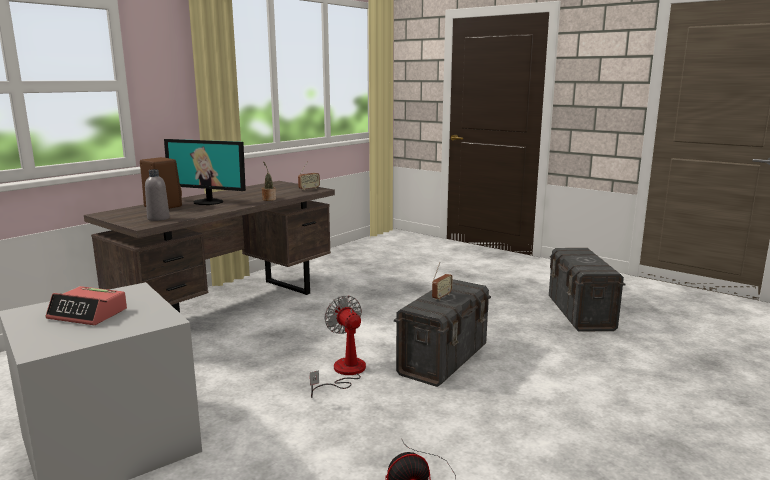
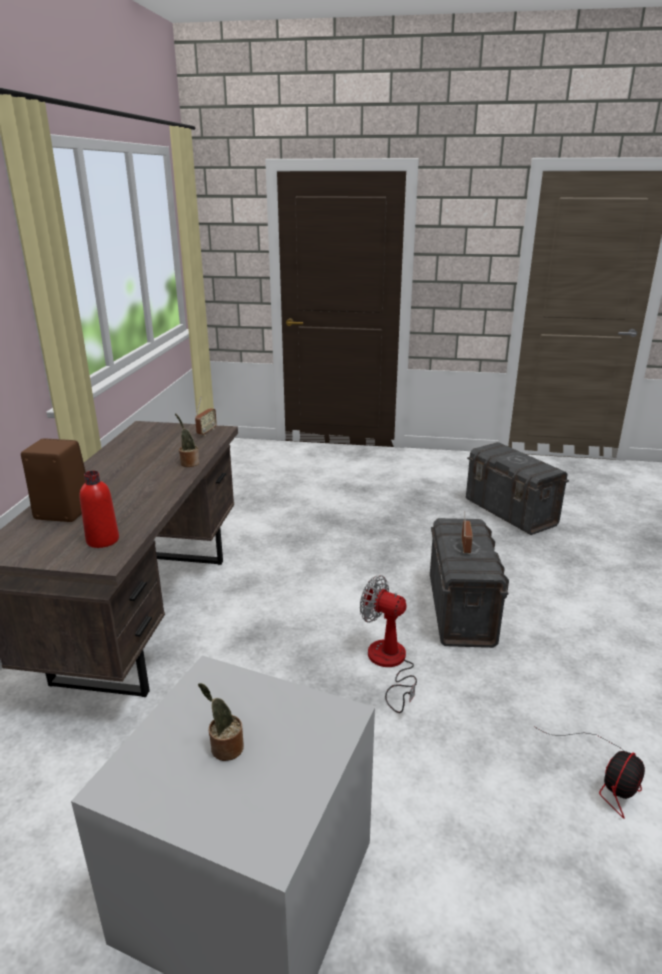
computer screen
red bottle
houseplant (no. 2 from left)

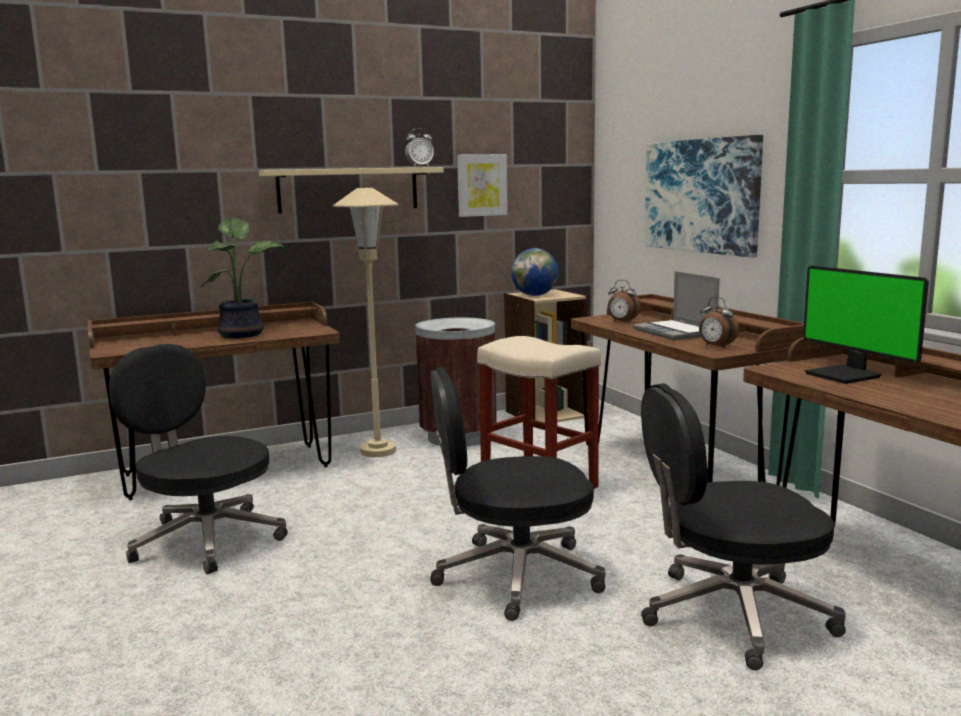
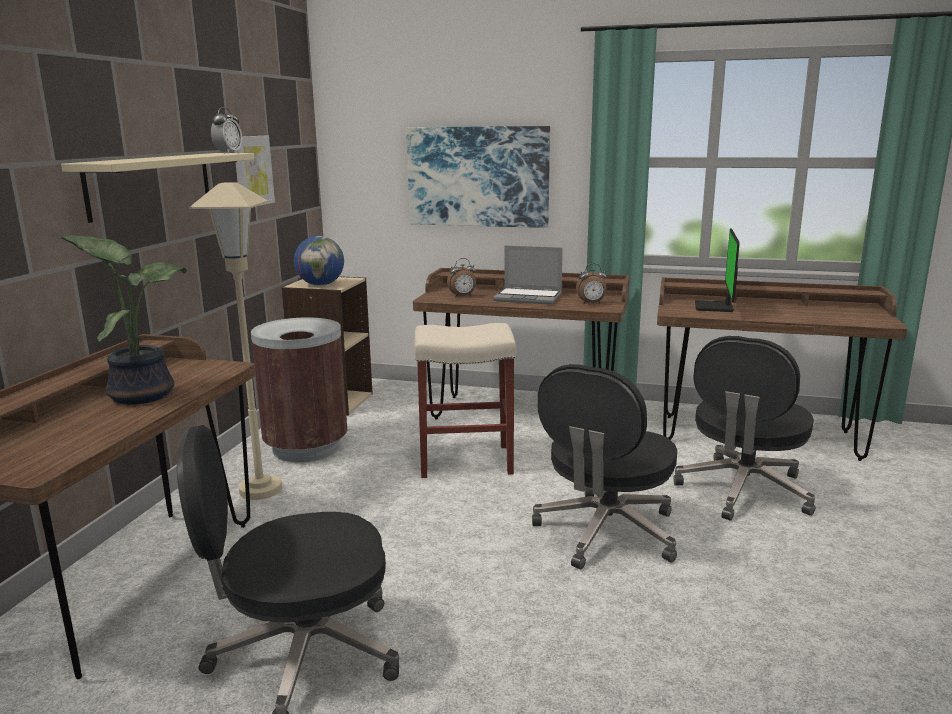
computer screen

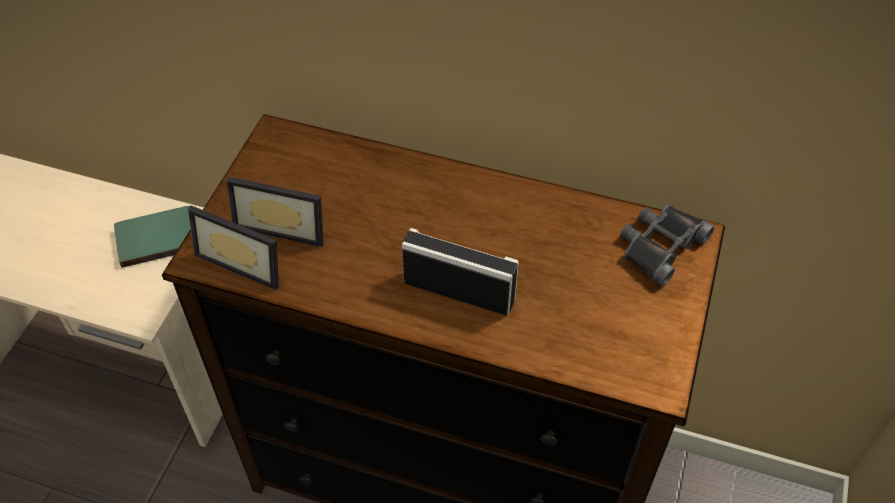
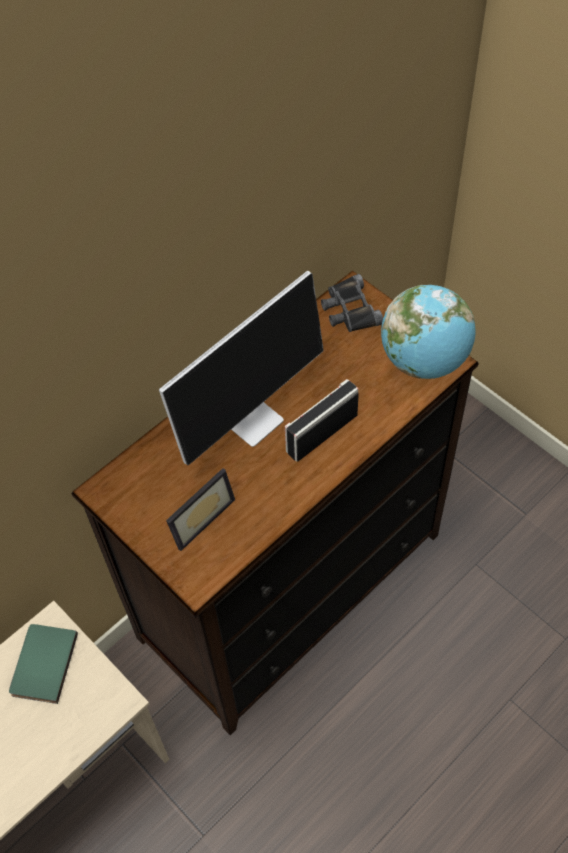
photo frame (no. 1 from left in the first image)
computer screen
globe

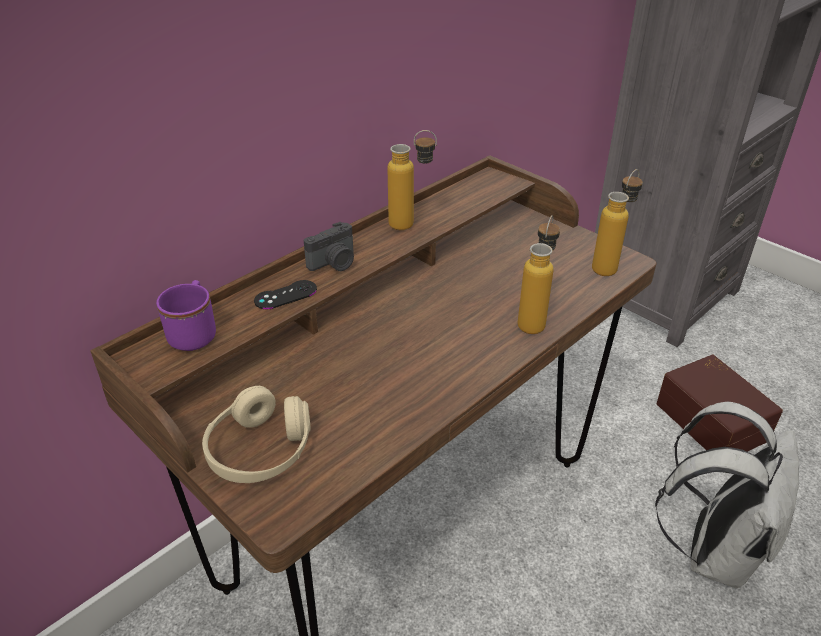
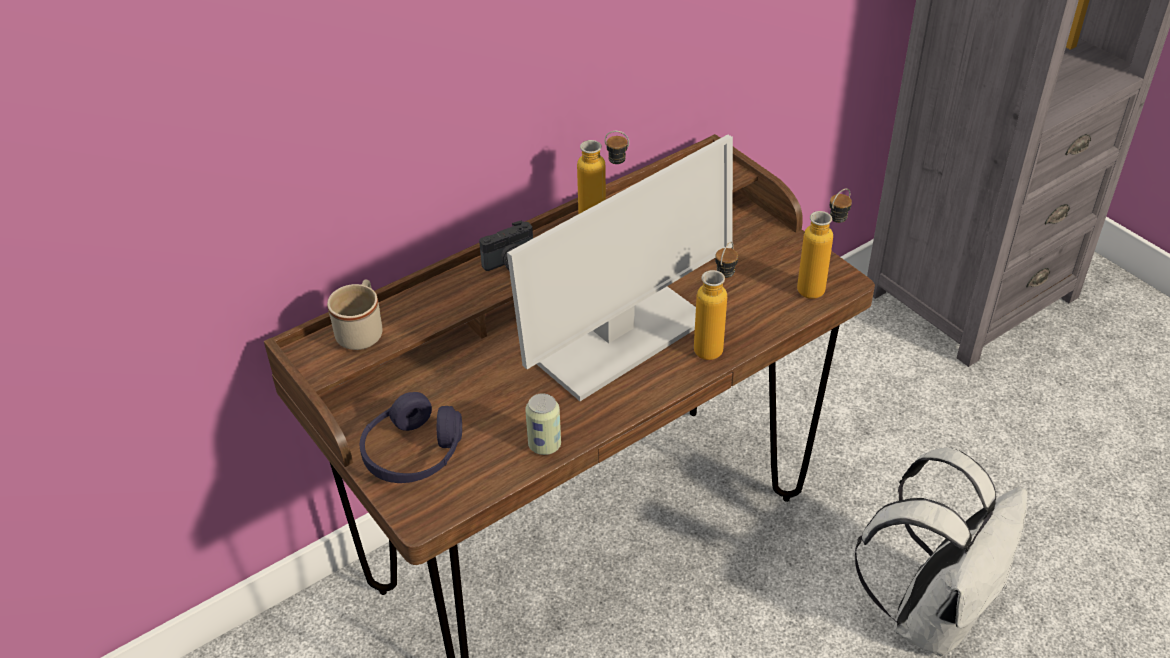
sand-coloured mug
blackish gamepad
brown storage container
purple pair of headphones
computer screen
metal can

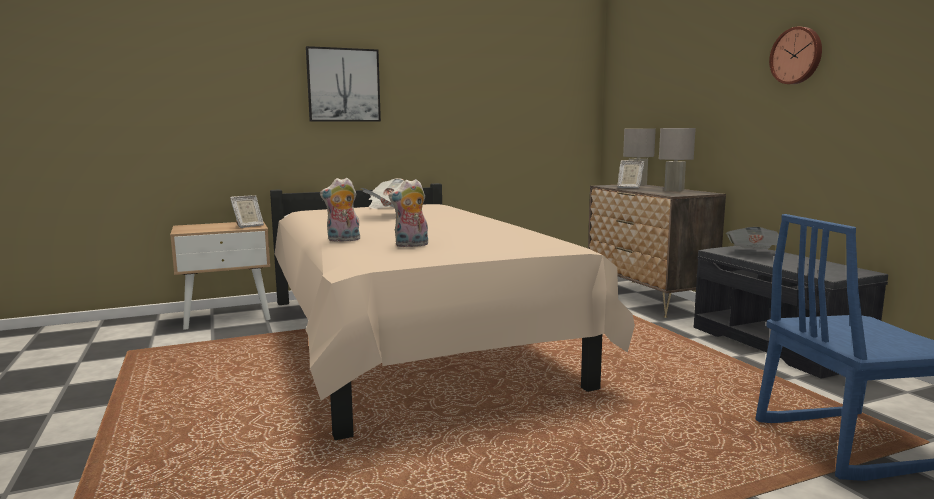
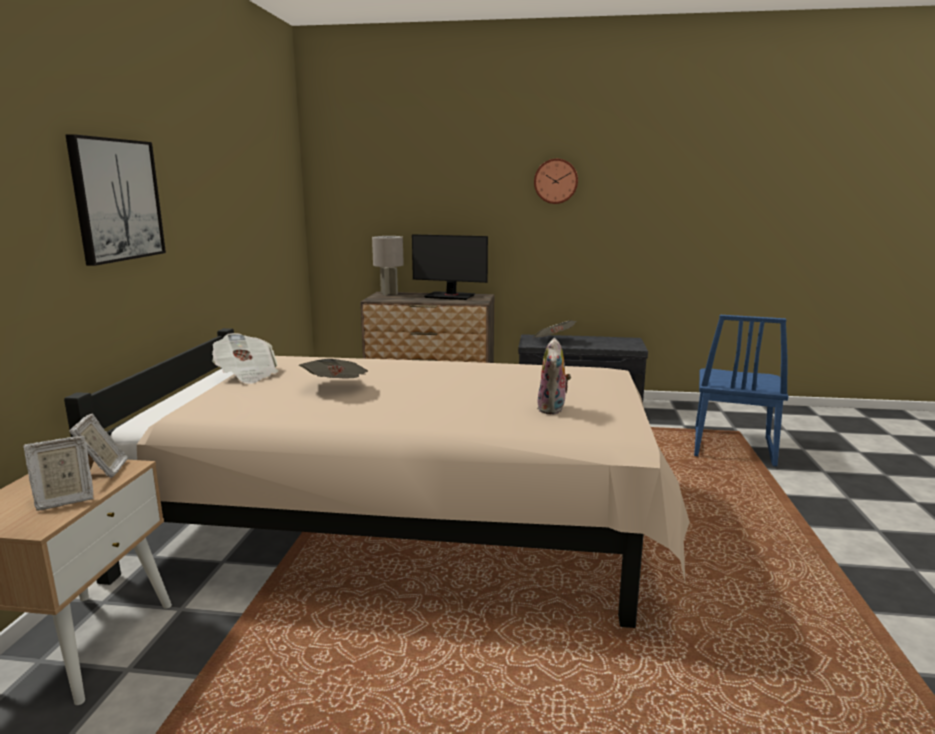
computer screen
photo frame (no. 1 from left)
plush toy (no. 1 from left in the first image)

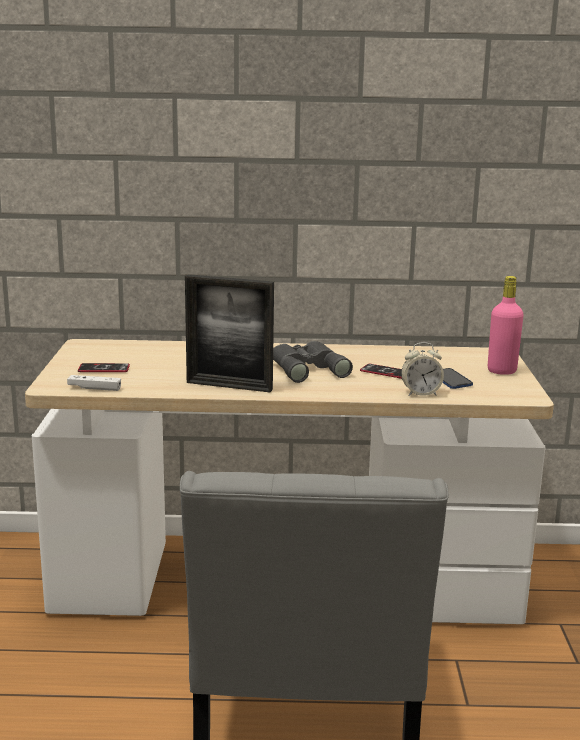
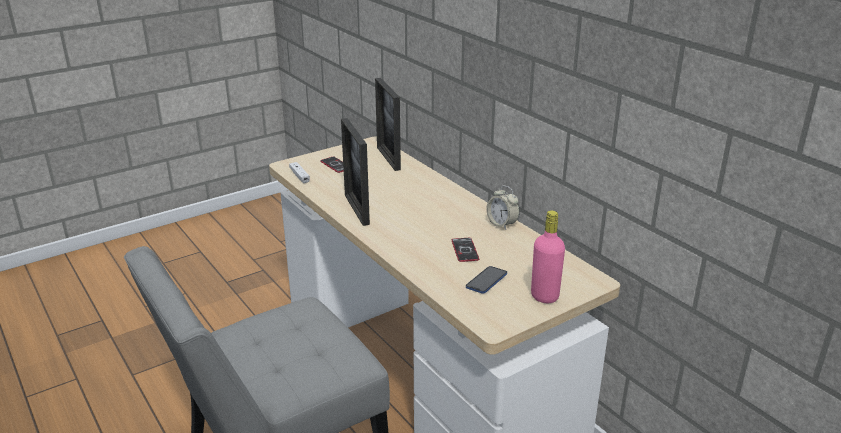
grey binoculars
alarm clock
photo frame (no. 2 from left)

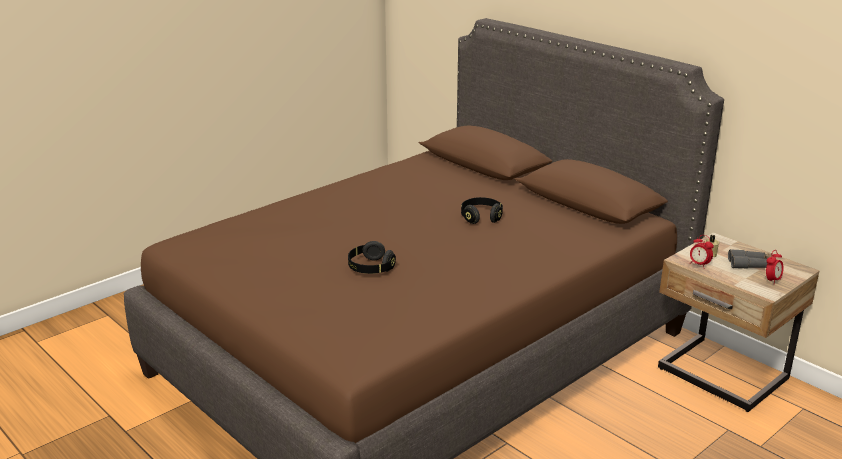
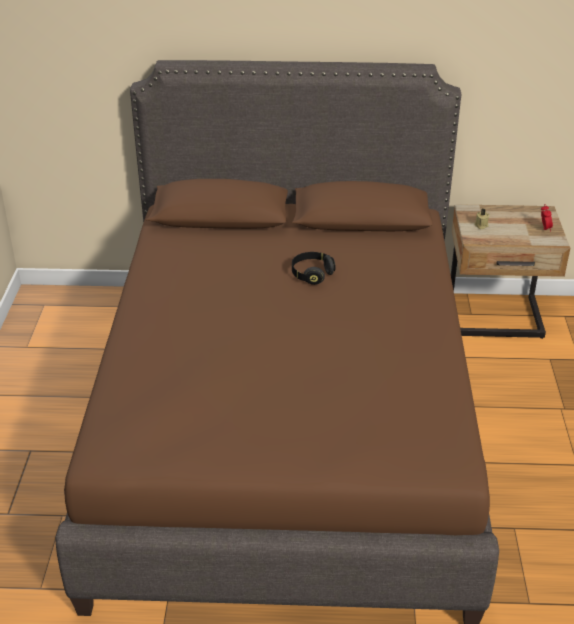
alarm clock (no. 1 from left in the first image)
blackish pair of headphones (no. 1 from left in the first image)
grey binoculars

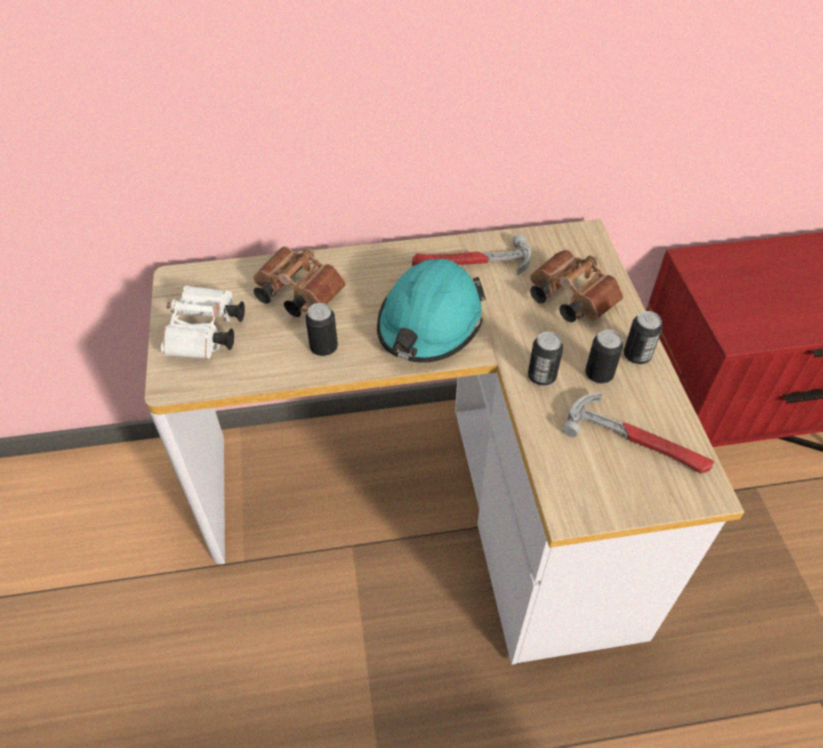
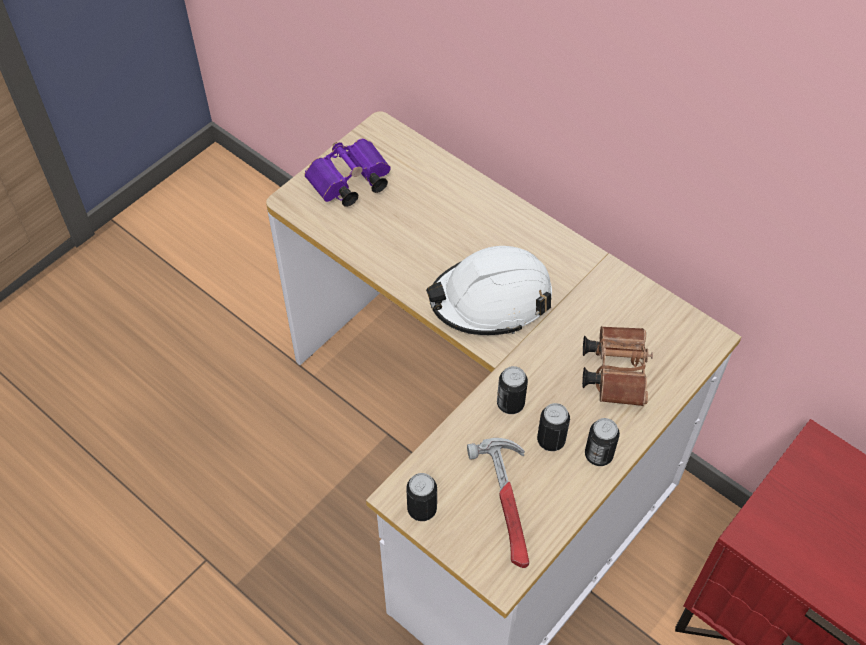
hammer (no. 1 from left in the first image)
brown binoculars (no. 1 from left in the first image)
whitish hard hat
purple binoculars
metal can (no. 1 from left)

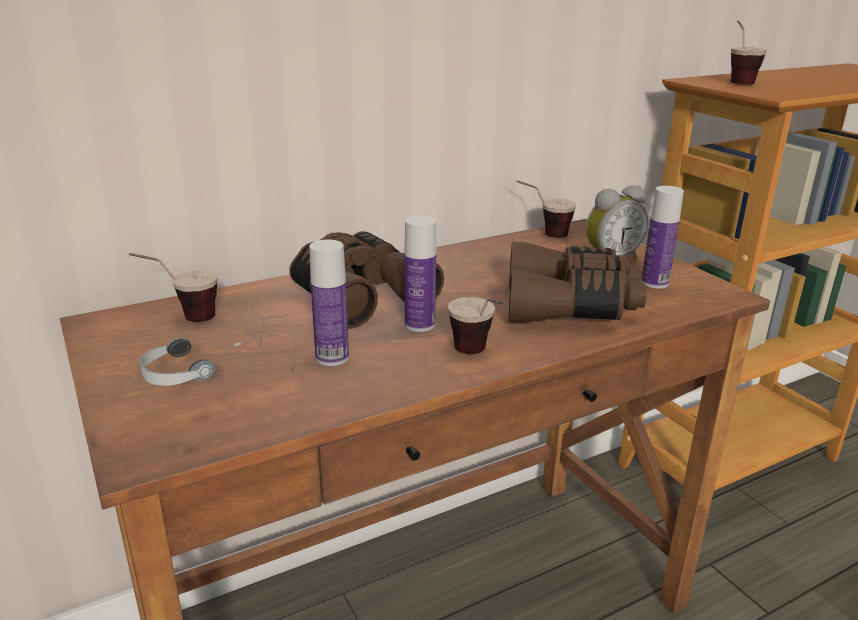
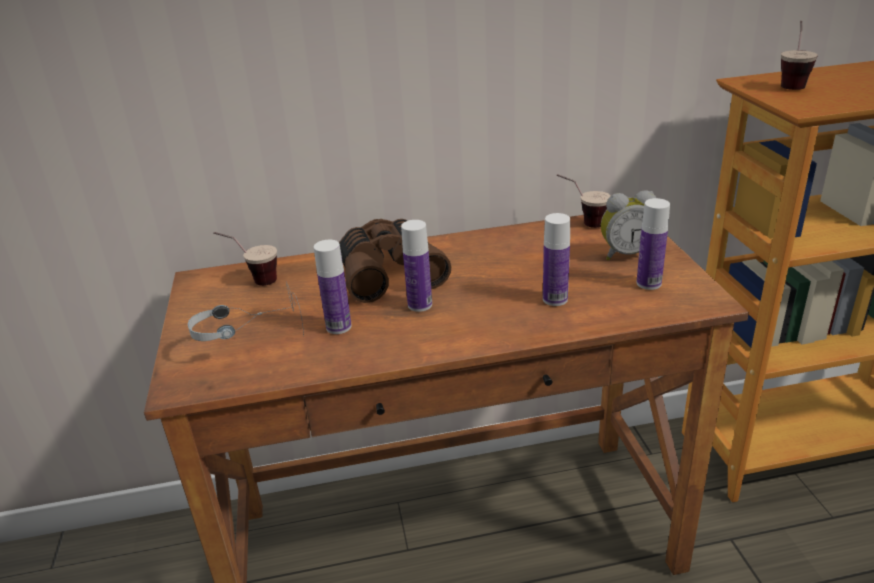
bottle (no. 3 from left)
small cup (no. 2 from left in the first image)

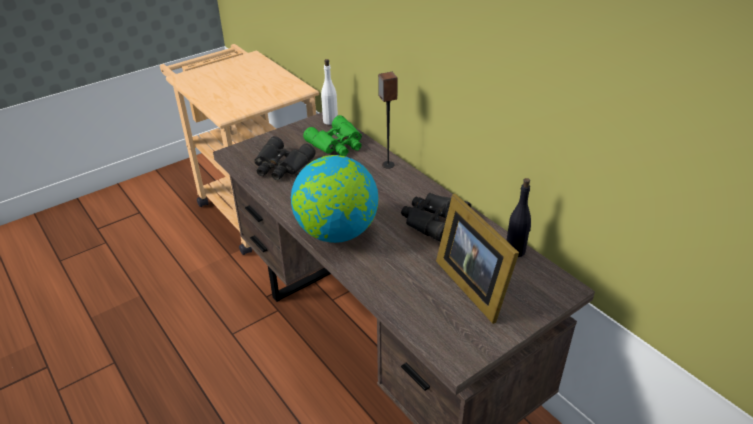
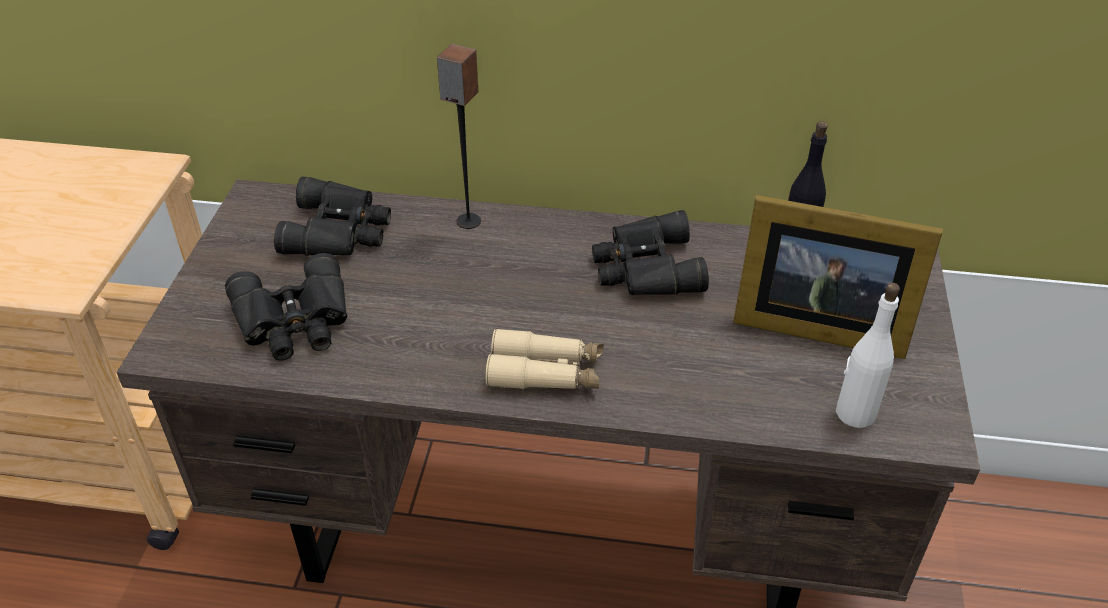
whitish bottle
blackish binoculars (no. 2 from left)
sand-coloured binoculars

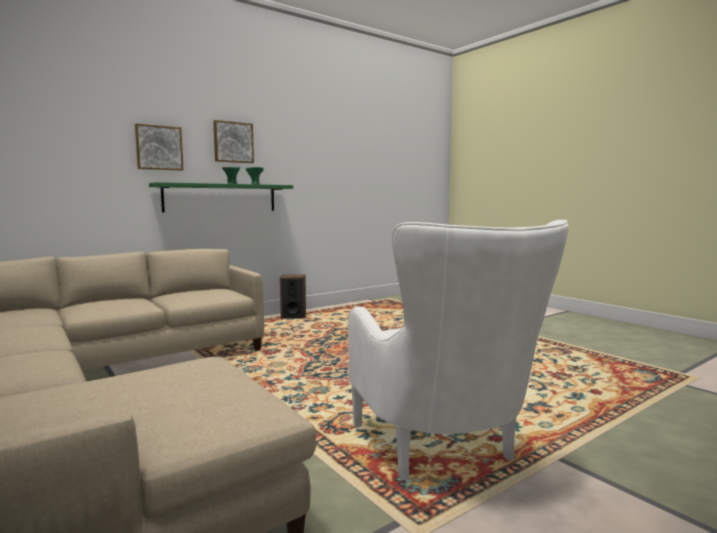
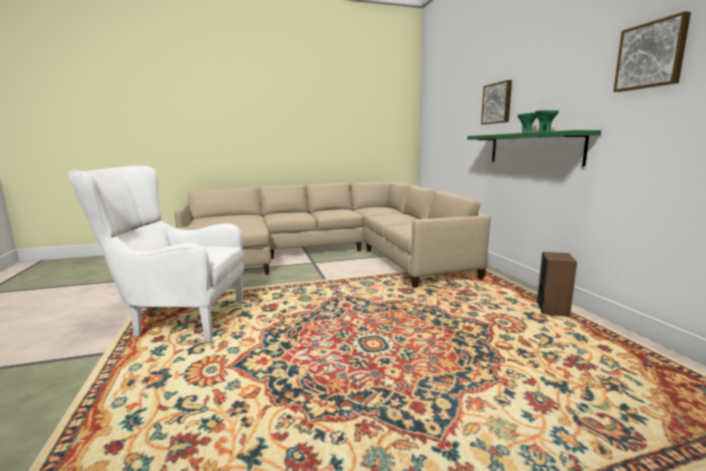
picture (no. 2 from left)

